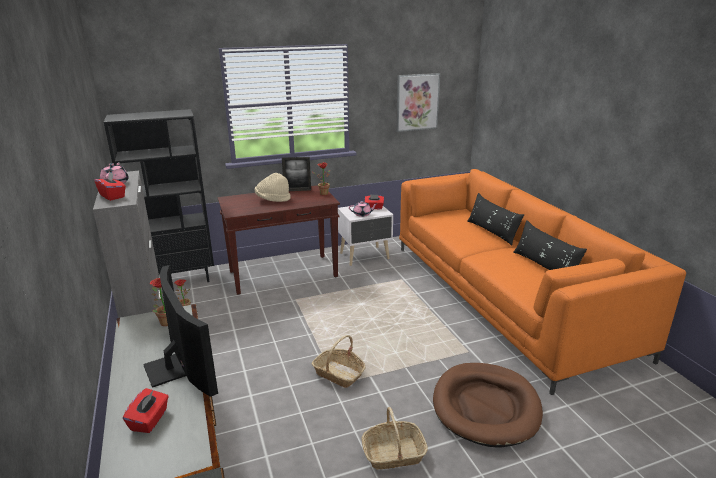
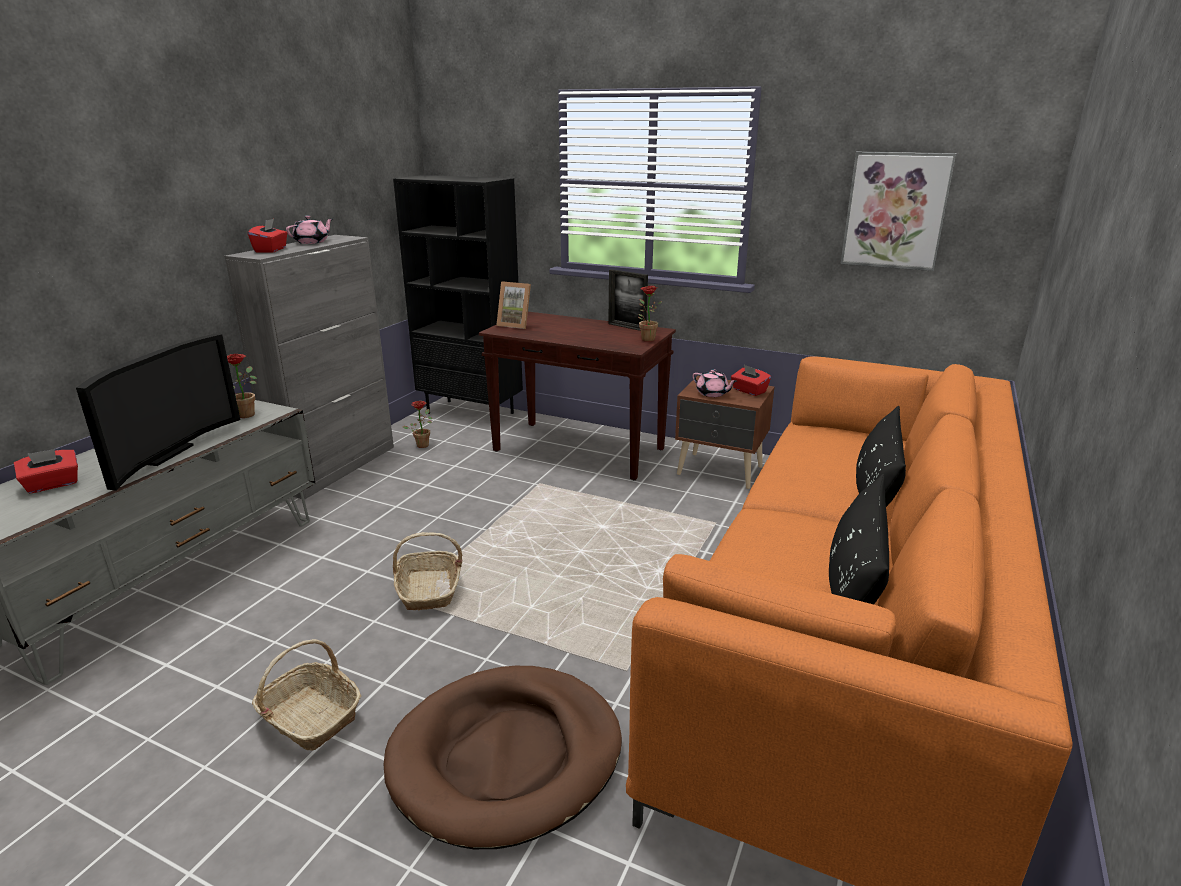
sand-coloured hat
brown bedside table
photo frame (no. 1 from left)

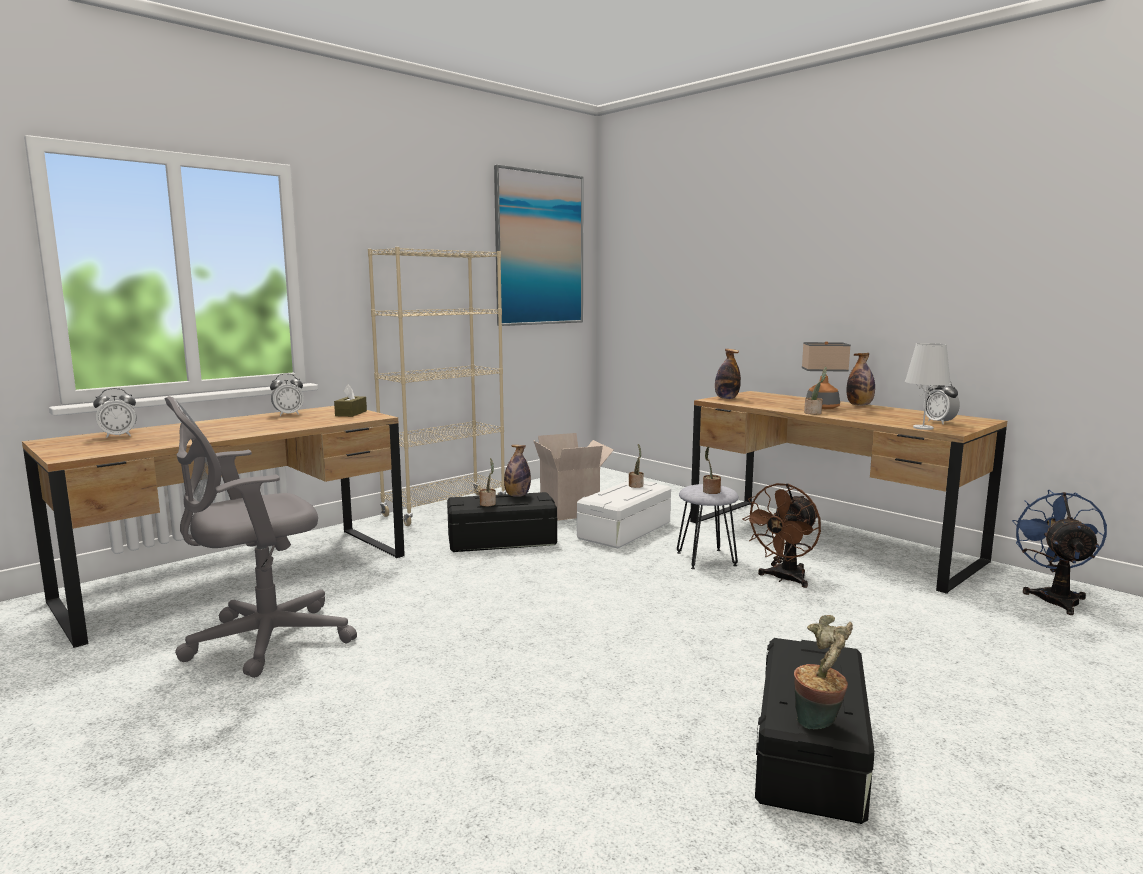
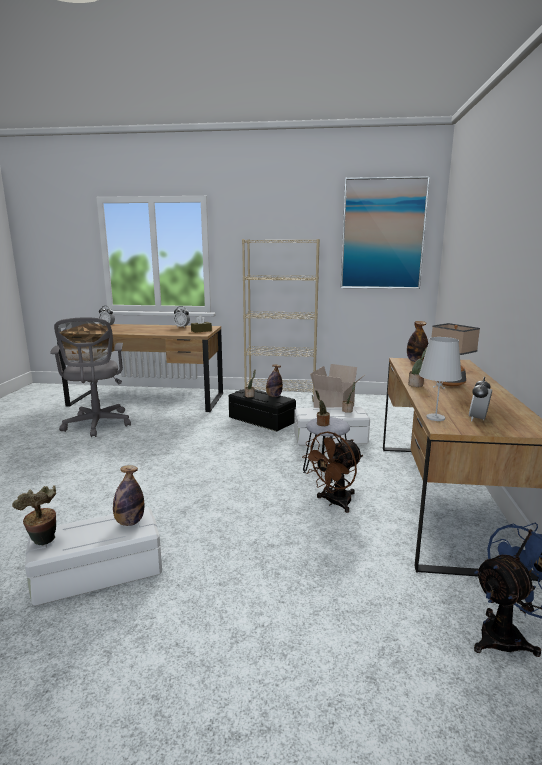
bottle (no. 1 from left)
grey desk chair
brown fan
whitish storage container (no. 1 from left)

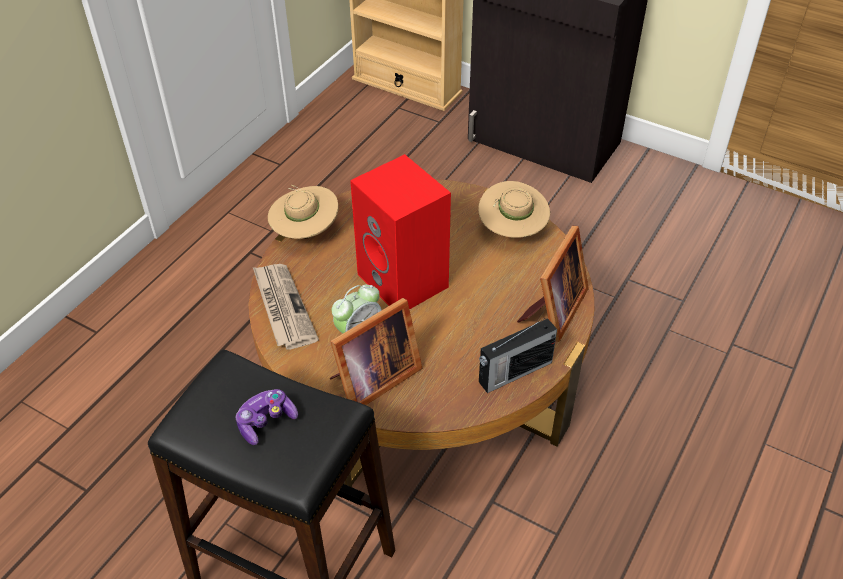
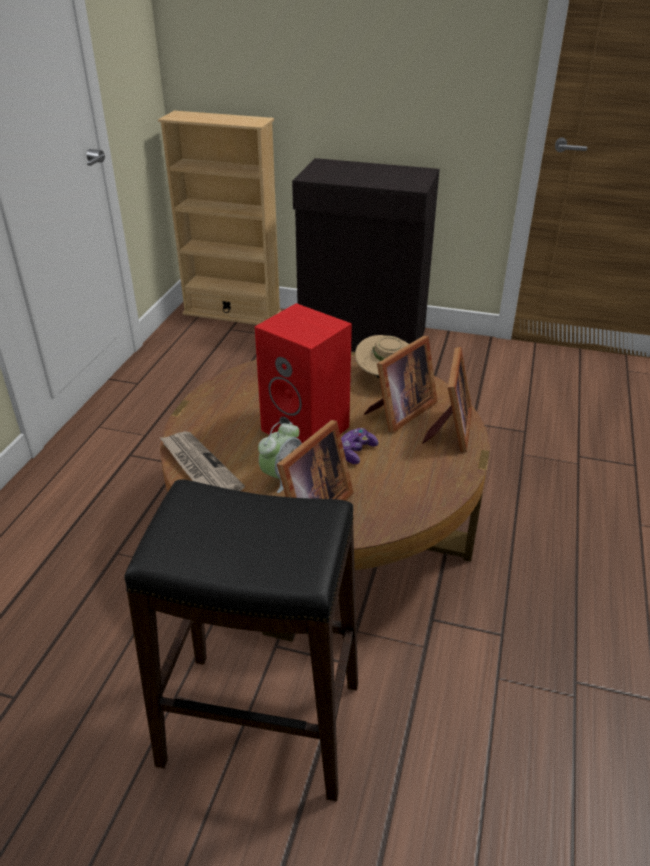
sand-coloured hat (no. 1 from left in the first image)
radio receiver
gamepad
photo frame (no. 2 from left)

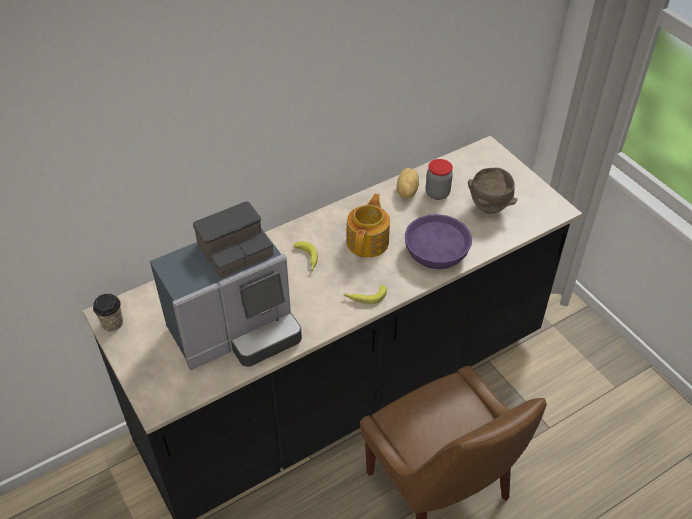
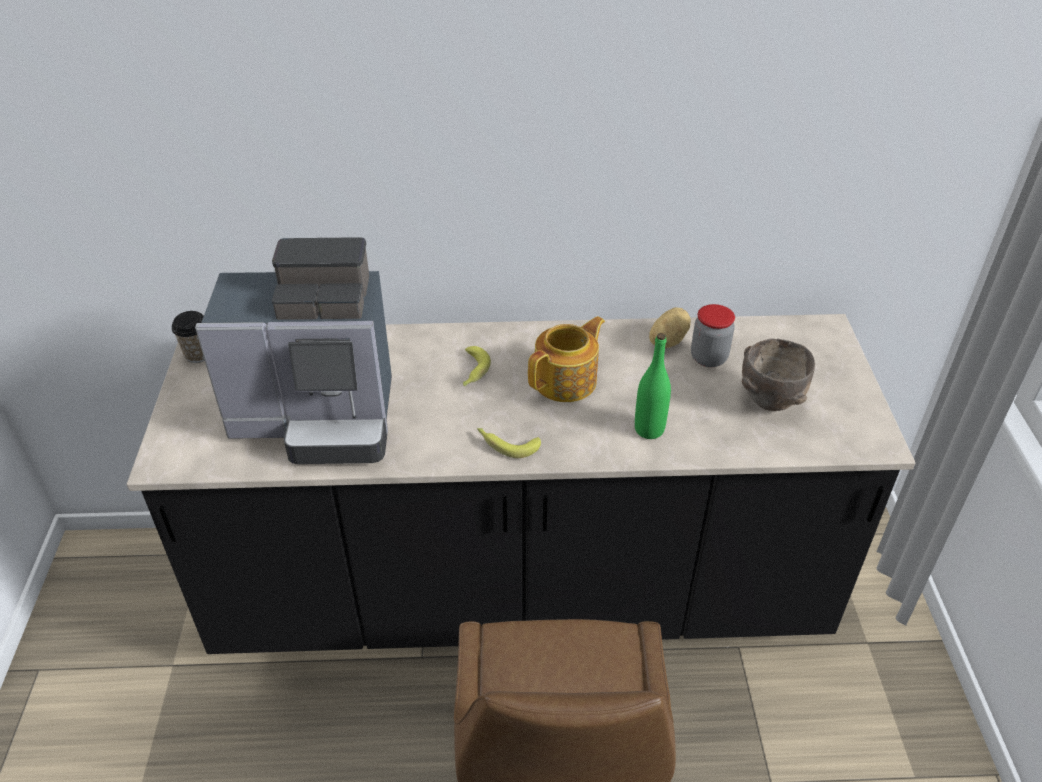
greenish bottle

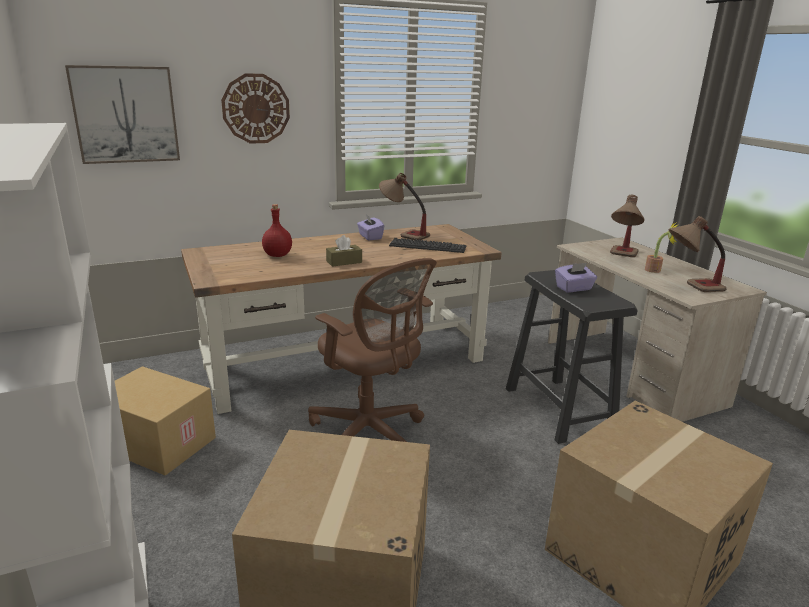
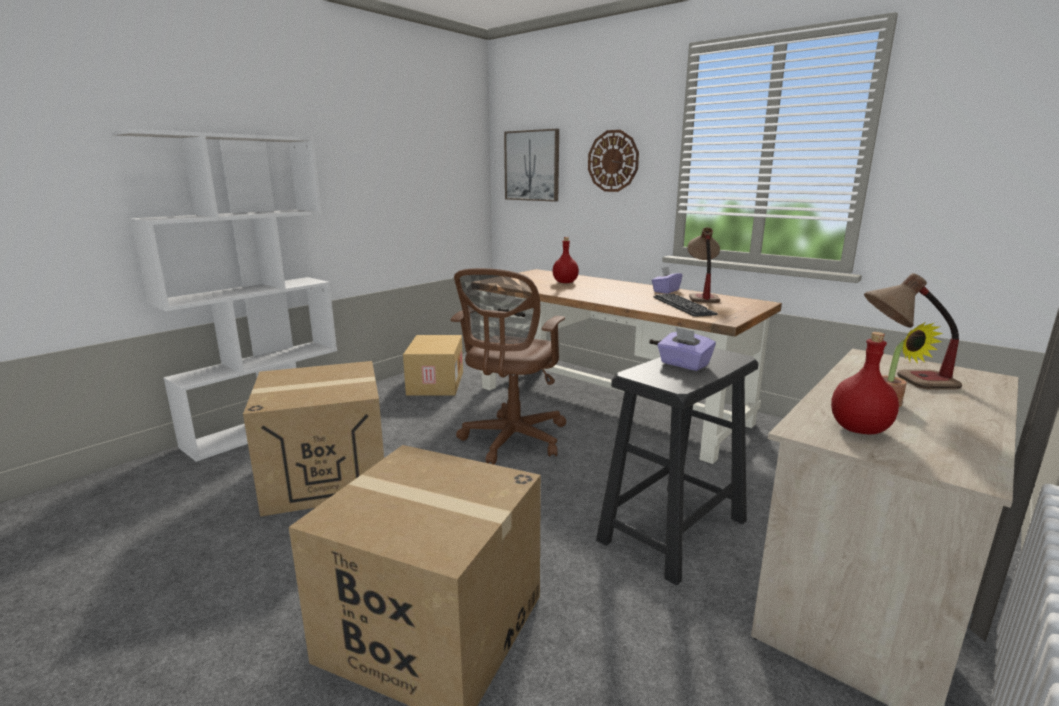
red bottle (no. 2 from left)
brown tissue holder

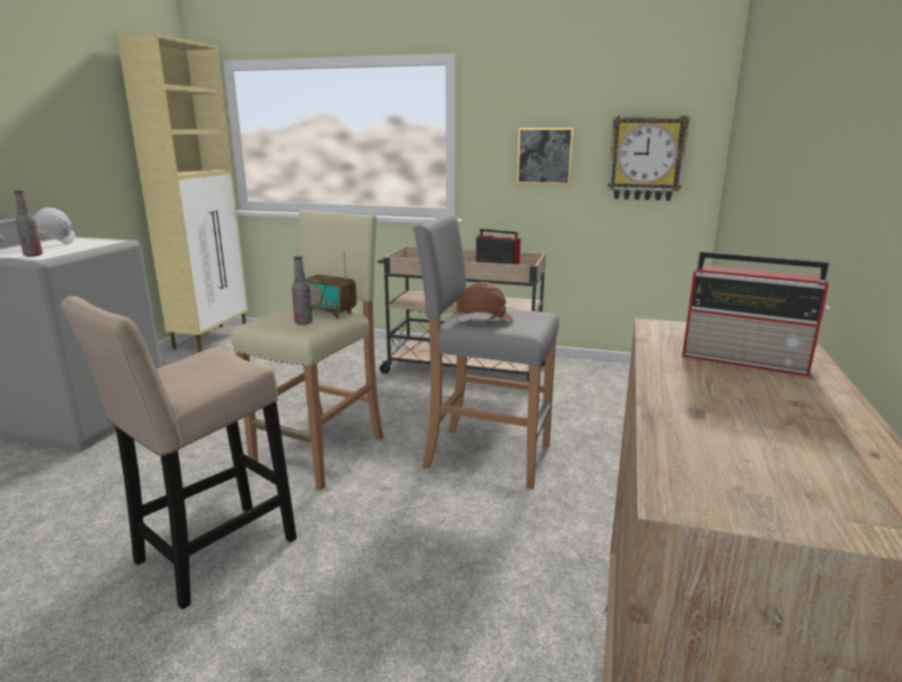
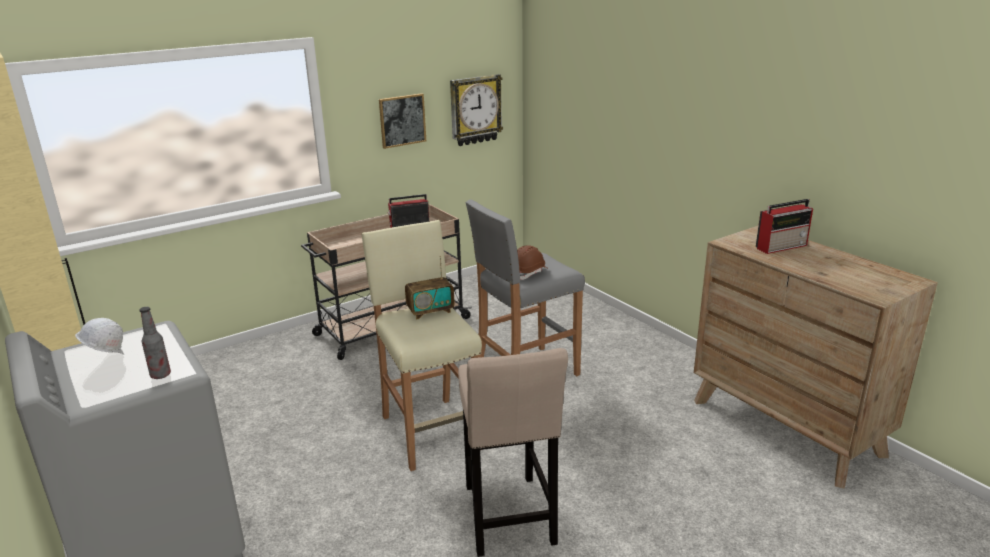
bottle (no. 2 from left in the first image)

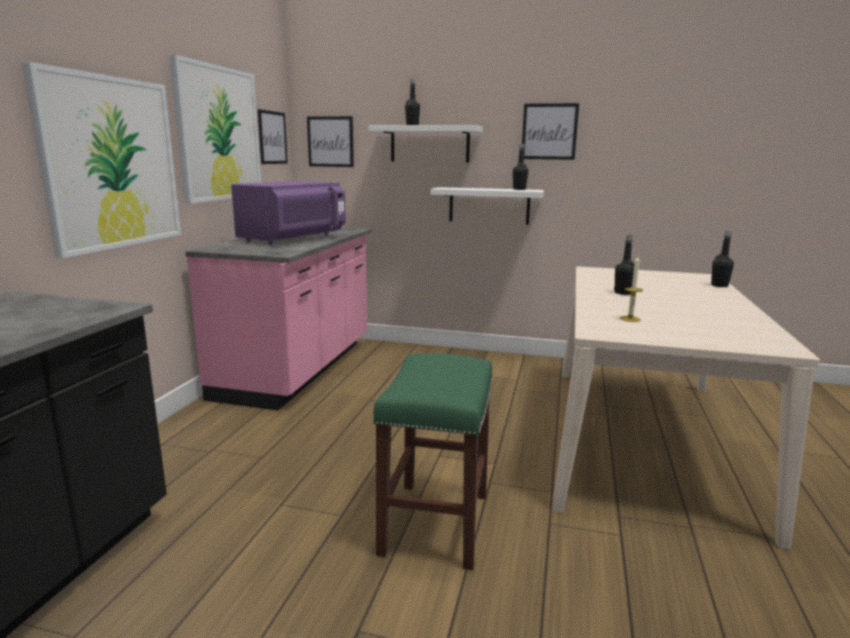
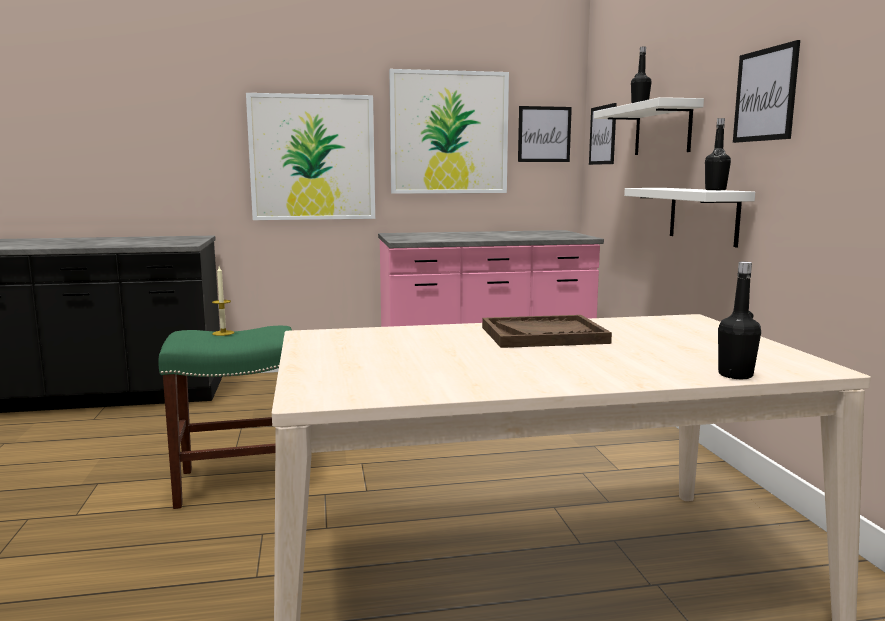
purple microwave
brown carrying tray
wax light

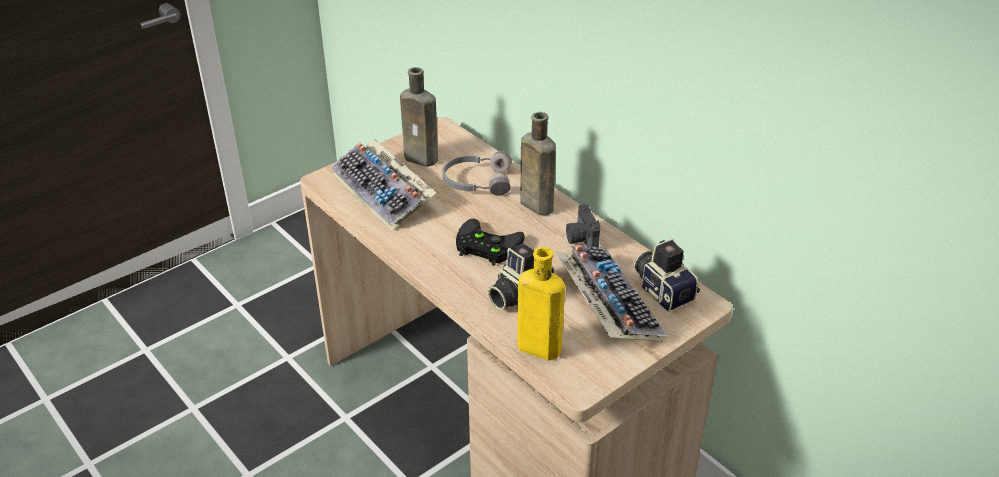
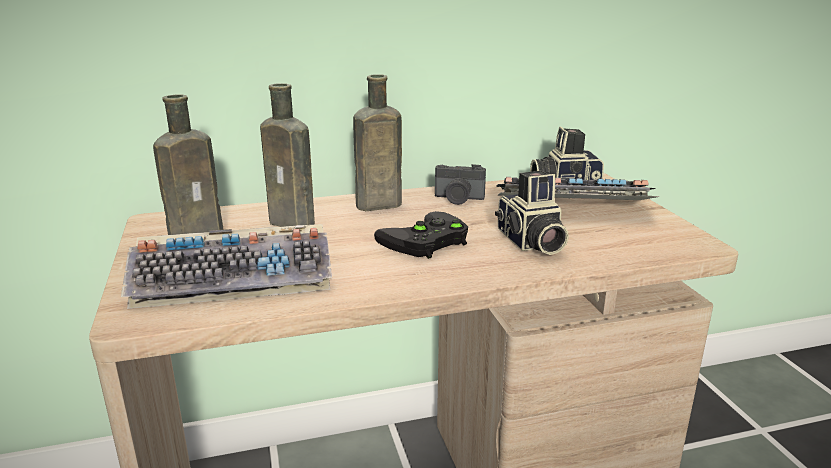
brown bottle (no. 2 from left)
yellow bottle

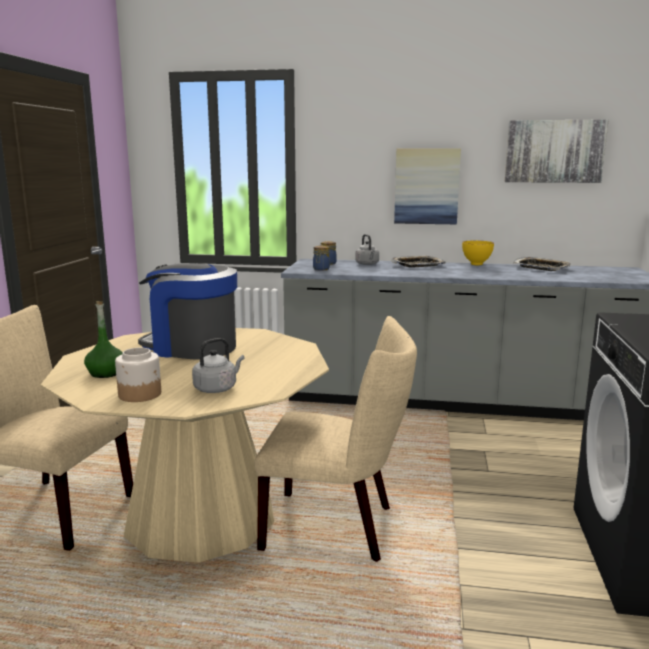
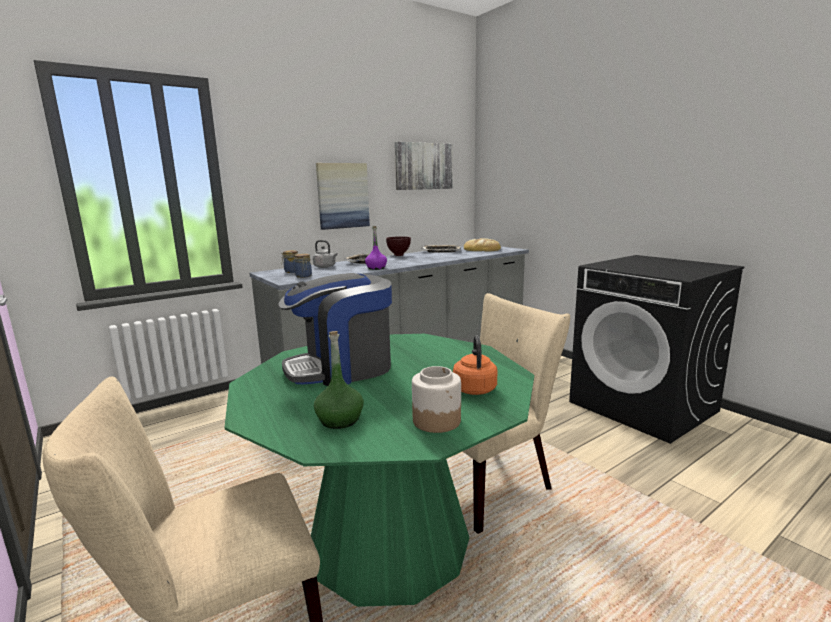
brown serving bowl
greenish kitchen table
orange-coloured kettle
purple bottle
bread

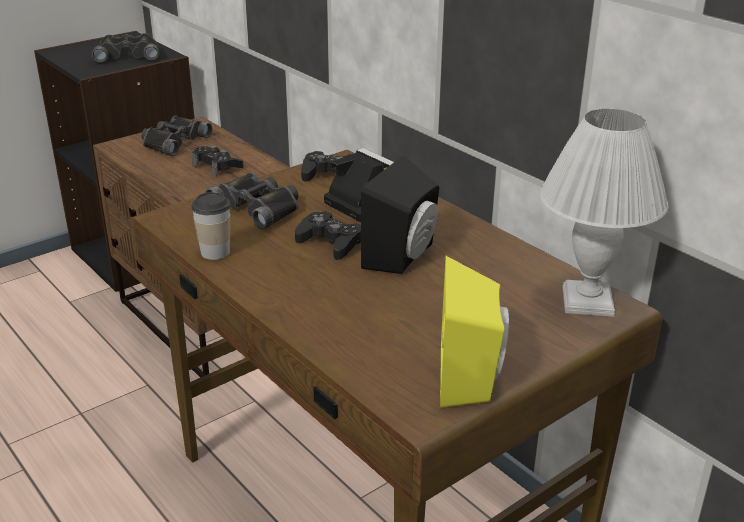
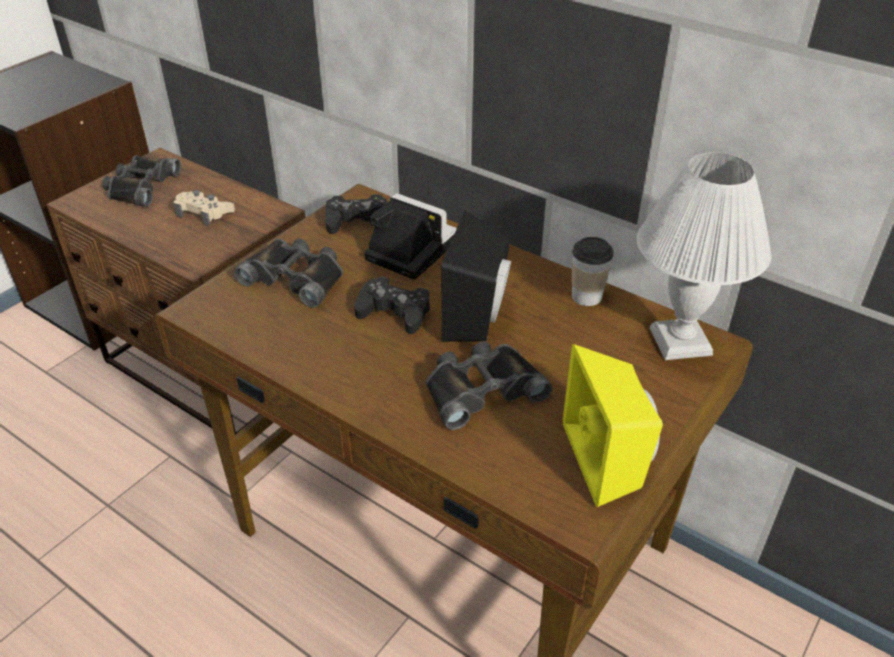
blackish binoculars (no. 3 from left)
sand-coloured gamepad
small cup

